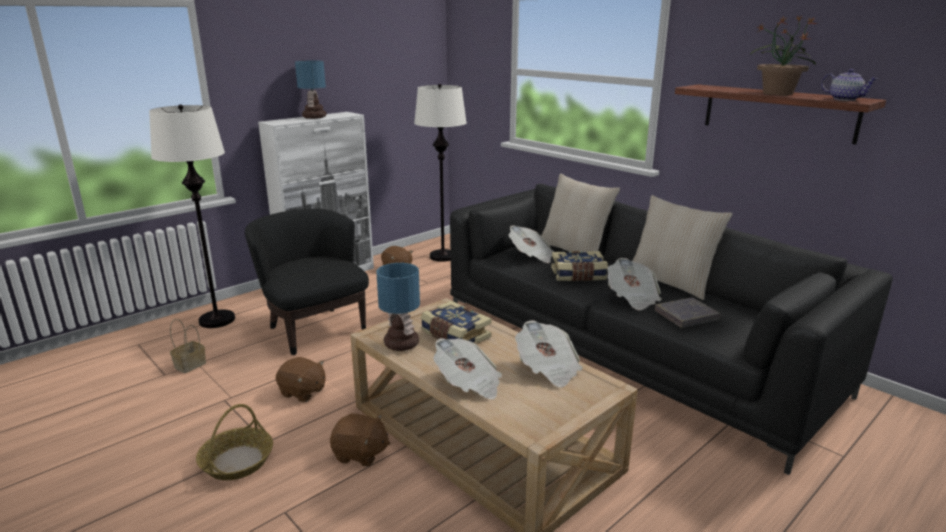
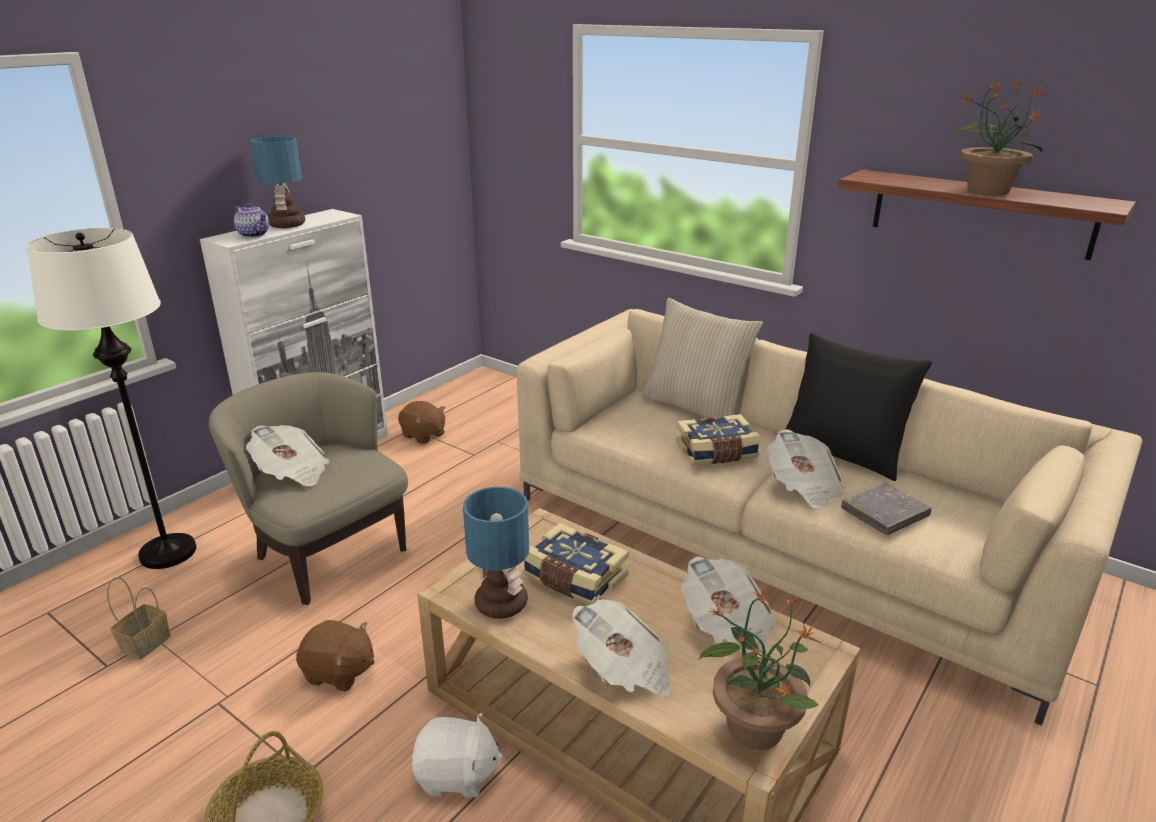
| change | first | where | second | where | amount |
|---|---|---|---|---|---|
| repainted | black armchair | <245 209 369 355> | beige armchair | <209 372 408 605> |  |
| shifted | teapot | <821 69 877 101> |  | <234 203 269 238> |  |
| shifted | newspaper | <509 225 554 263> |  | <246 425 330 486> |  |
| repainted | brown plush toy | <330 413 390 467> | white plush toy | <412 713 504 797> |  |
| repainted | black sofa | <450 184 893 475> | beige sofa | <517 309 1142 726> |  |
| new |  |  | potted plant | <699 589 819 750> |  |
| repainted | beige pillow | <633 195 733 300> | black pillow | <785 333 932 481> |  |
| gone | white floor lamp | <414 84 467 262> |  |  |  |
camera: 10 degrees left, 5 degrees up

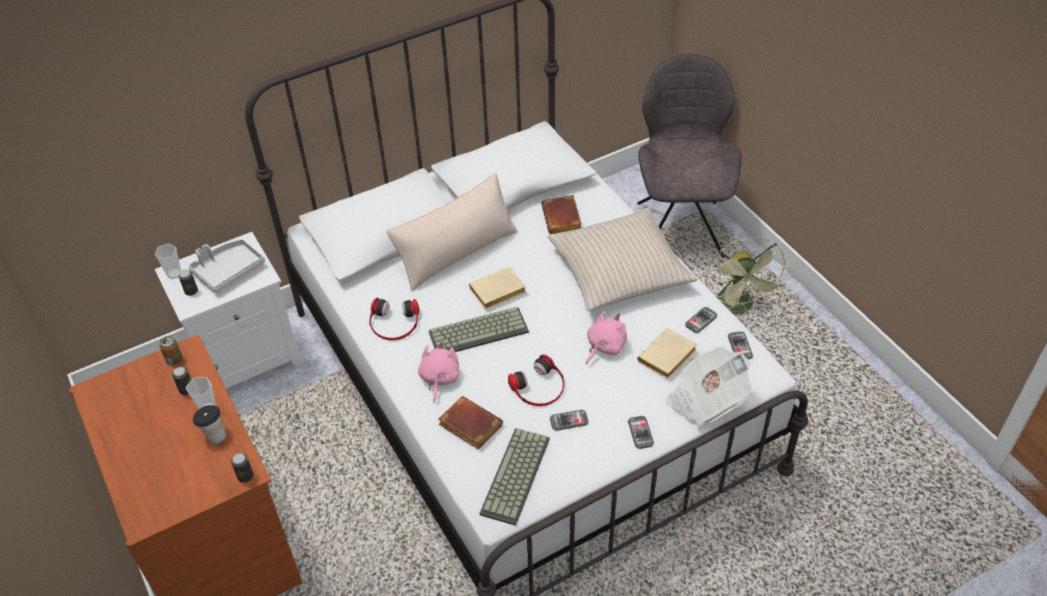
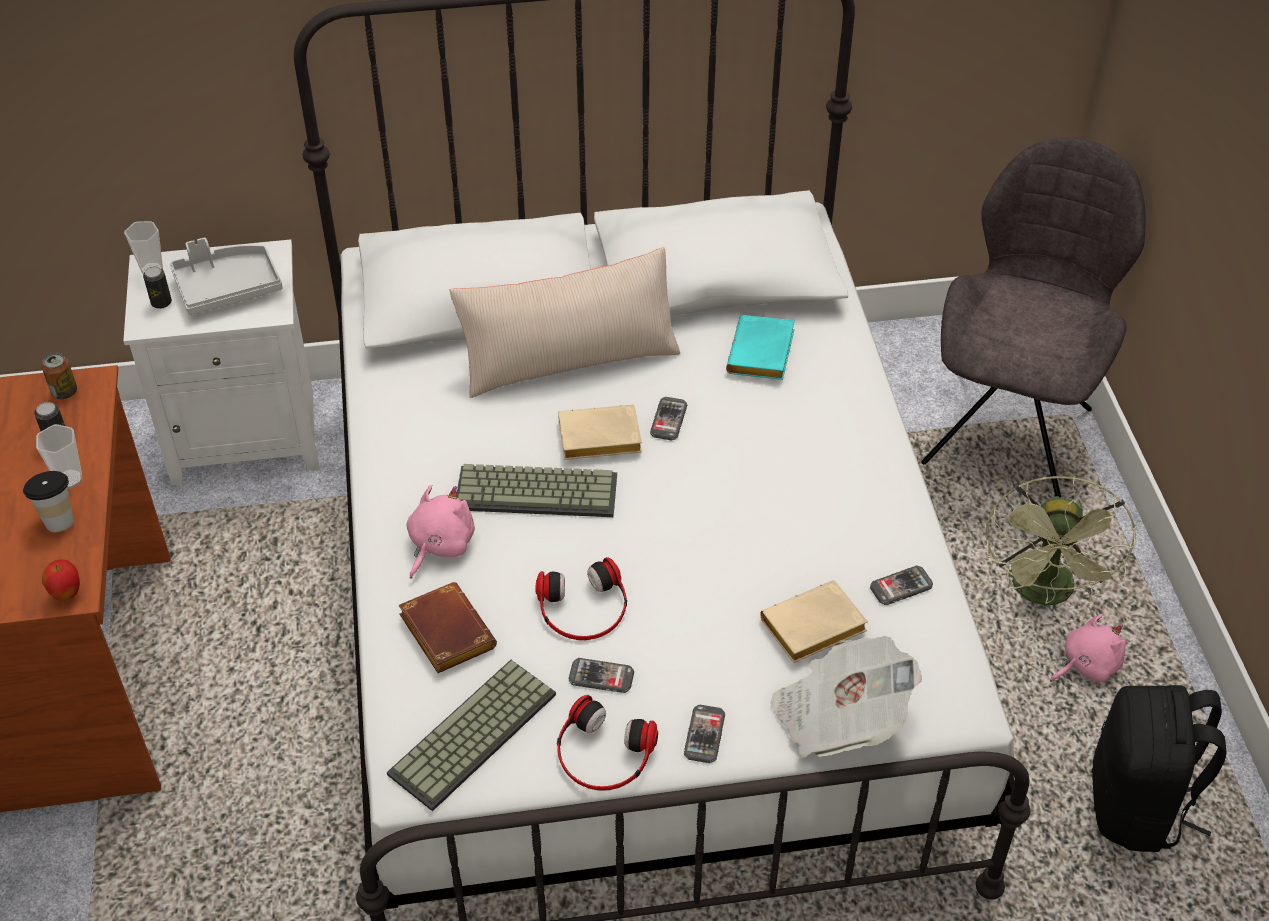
| change | first | where | second | where | amount |
|---|---|---|---|---|---|
| swapped | can | <231 453 254 483> | apple | <42 559 80 601> |  |
| shifted | headphones | <369 298 420 340> |  | <557 695 658 791> |  |
| shifted | phone | <728 331 753 359> |  | <650 397 687 440> |  |
| repainted | brown book | <541 195 582 235> | turquoise book | <726 315 795 380> |  |
| shifted | pink plush toy | <586 311 627 364> |  | <1050 614 1126 682> |  |
| new |  |  | black backpack | <1092 685 1227 852> |  |
| gone | beige pillow | <548 208 697 311> |  |  |  |
camera: 20 degrees right, 0 degrees up

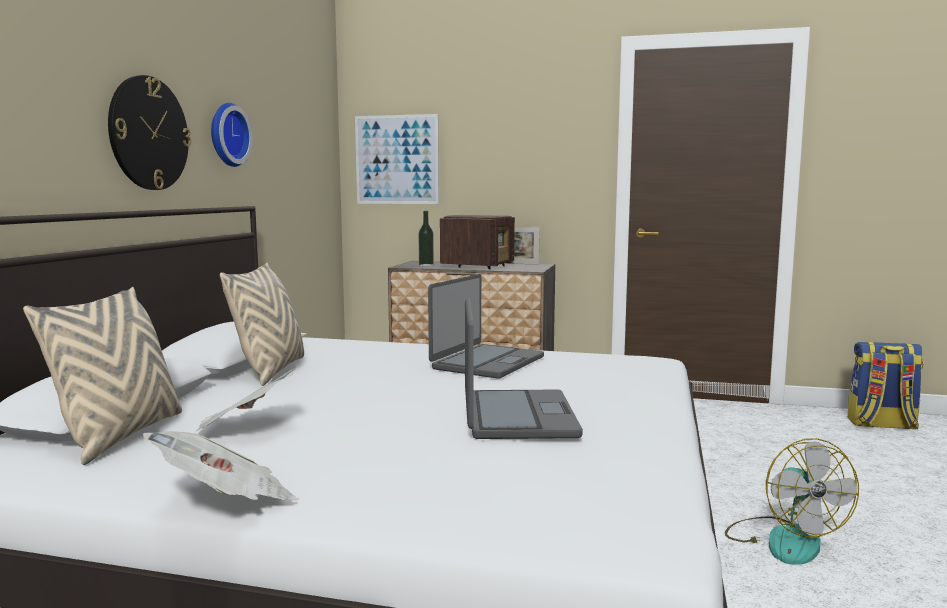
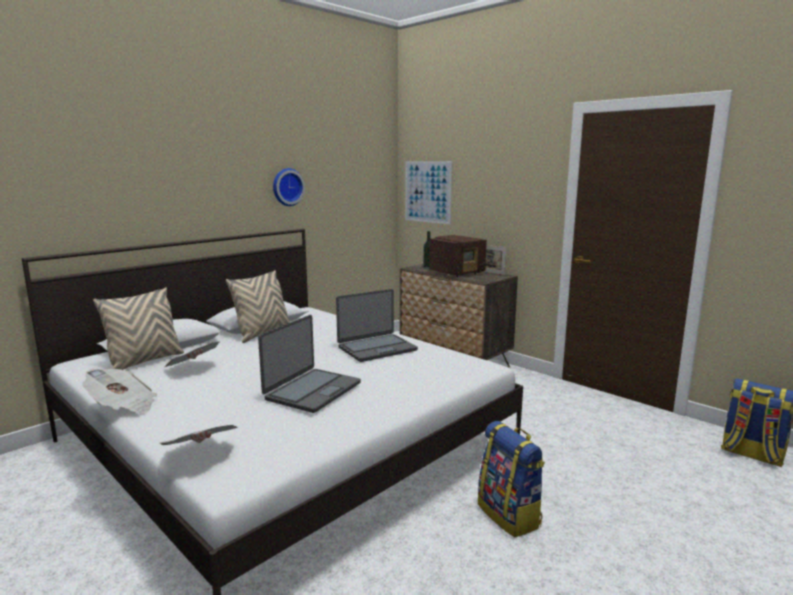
| change | first | where | second | where | amount |
|---|---|---|---|---|---|
| new |  |  | newspaper | <160 425 238 445> |  |
| swapped | fan | <725 438 859 565> | backpack | <478 421 545 537> |  |
| gone | wall clock | <108 75 191 190> |  |  |  |
camera: 30 degrees right, 5 degrees up

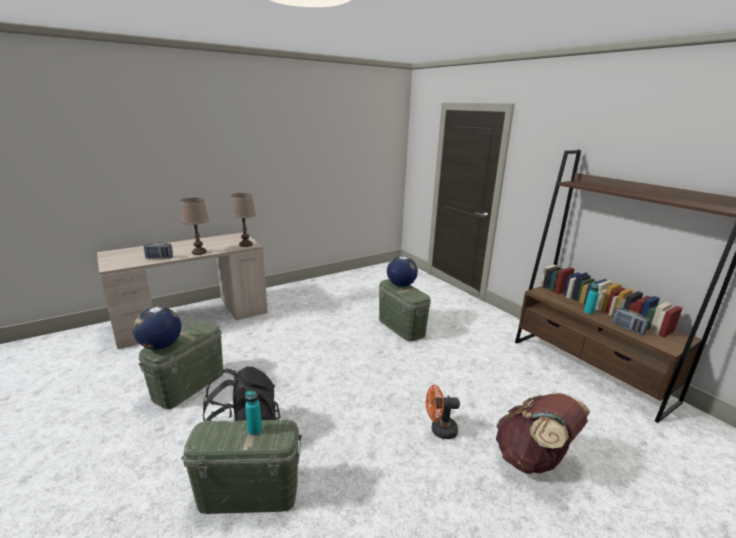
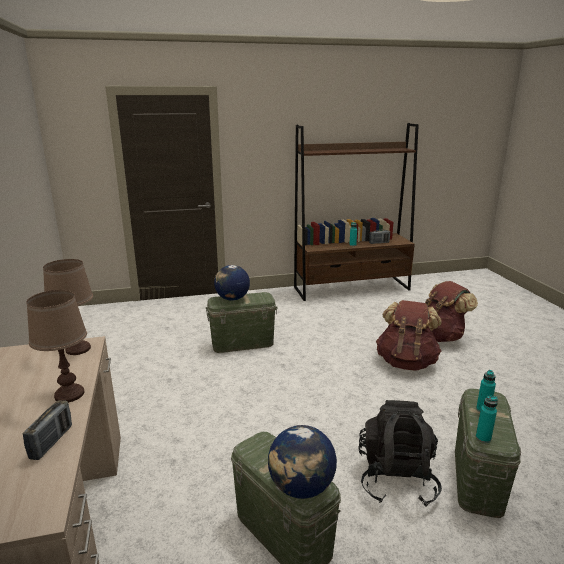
| change | first | where | second | where | amount |
|---|---|---|---|---|---|
| swapped | orange fan | <426 385 460 439> | brown backpack | <376 300 442 371> |  |
| new |  |  | turquoise bottle | <476 396 498 443> |  |
camera: 70 degrees left, 0 degrees up

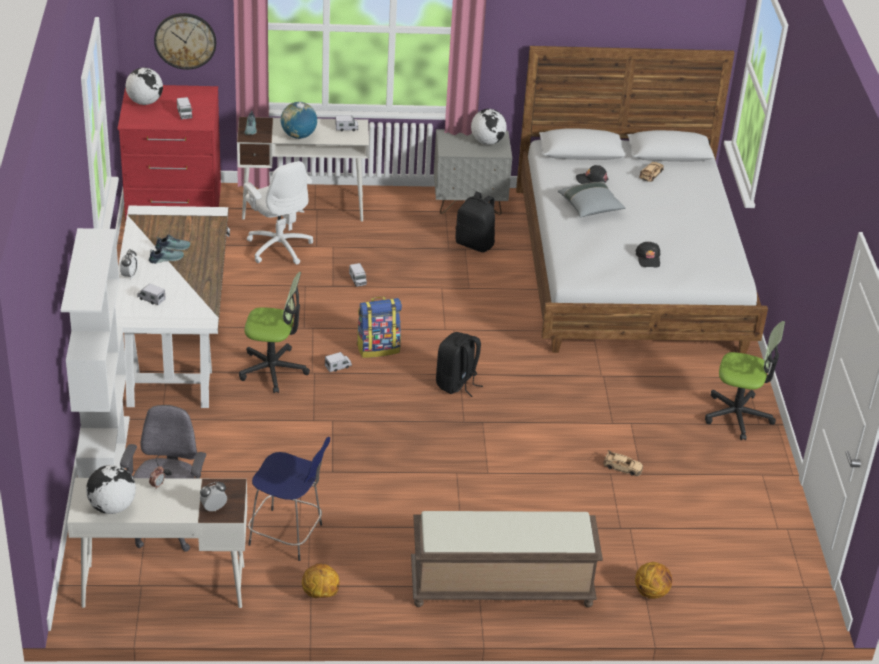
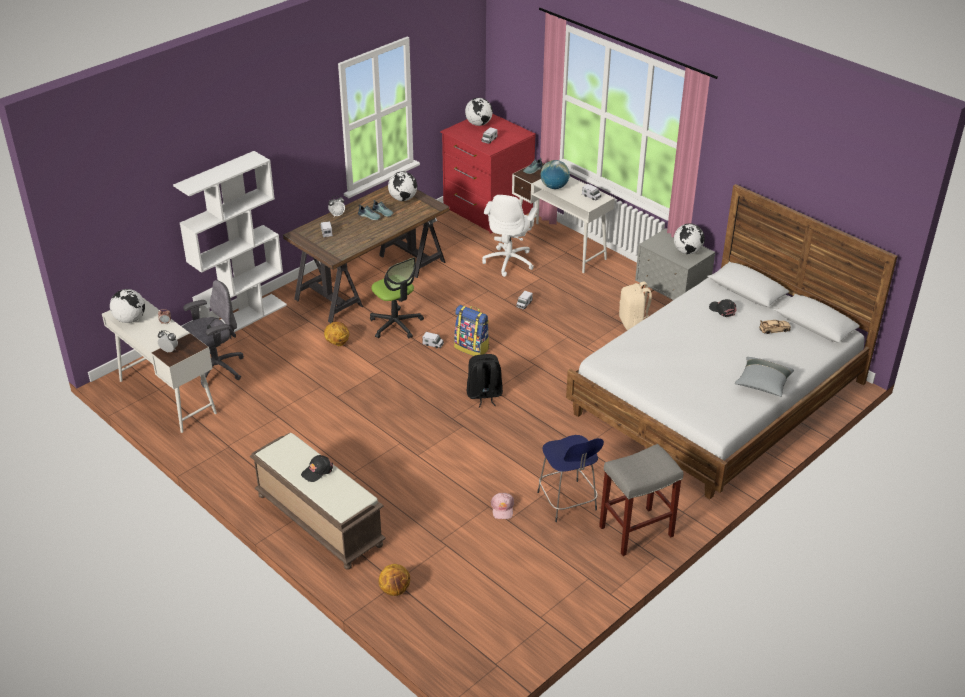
| change | first | where | second | where | amount |
|---|---|---|---|---|---|
| repainted | white desk | <115 206 230 408> | brown desk | <283 185 450 323> |  |
| shifted | black cap | <635 242 660 267> |  | <301 455 333 482> |  |
| shifted | basketball | <302 563 340 598> |  | <324 322 349 346> |  |
| new |  |  | globe | <388 171 417 201> |  |
| swapped | beige toy car | <603 450 643 476> | pink cap | <491 493 514 519> |  |
| shifted | blue stool | <248 437 330 561> |  | <537 435 604 522> |  |
| swapped | office chair | <705 321 785 440> | grey stool | <599 444 683 556> |  |
| repainted | black backpack | <455 192 495 252> | beige backpack | <619 282 652 330> |  |
| shifted | grey pillow | <558 181 625 218> |  | <735 357 794 397> |  |
| gone | wall clock | <154 13 216 70> |  |  |  |
camera: 50 degrees right, 0 degrees up

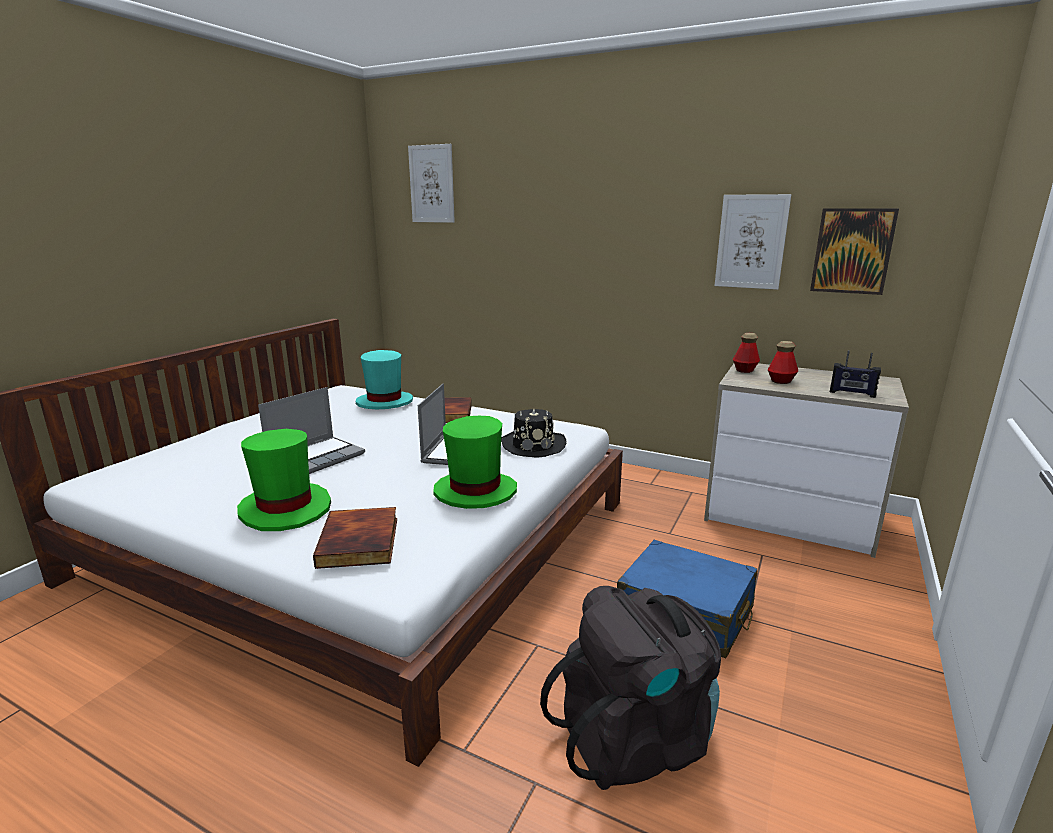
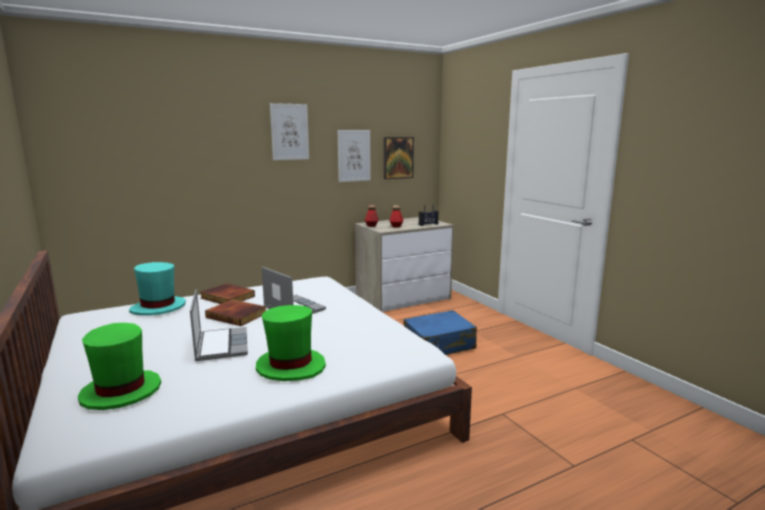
| change | first | where | second | where | amount |
|---|---|---|---|---|---|
| shifted | green hat | <433 416 517 509> |  | <78 323 161 410> |  |
| shifted | book | <313 507 397 569> |  | <205 299 266 326> |  |
| shifted | picture | <408 144 455 223> |  | <270 103 309 160> |  |
| gone | black hat | <501 409 566 458> |  |  |  |
| gone | black backpack | <540 586 721 790> |  |  |  |
camera: 55 degrees left, 5 degrees down

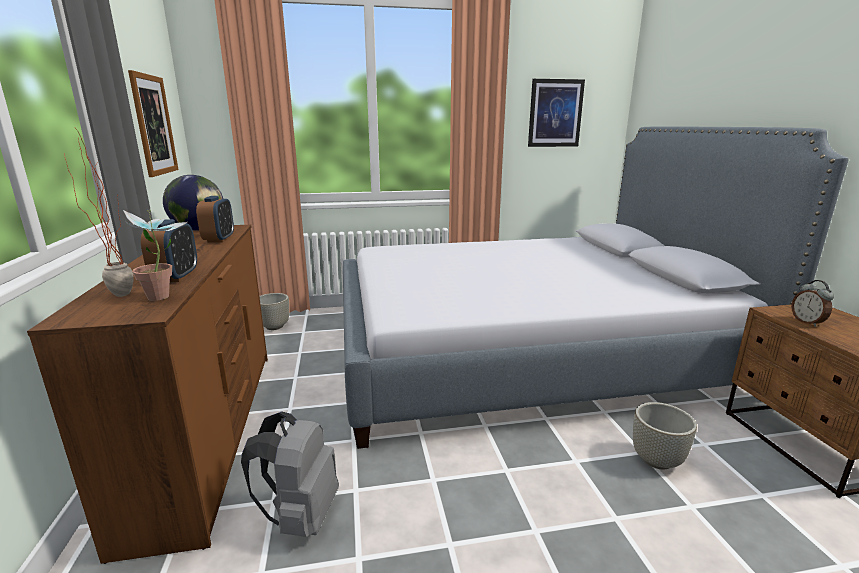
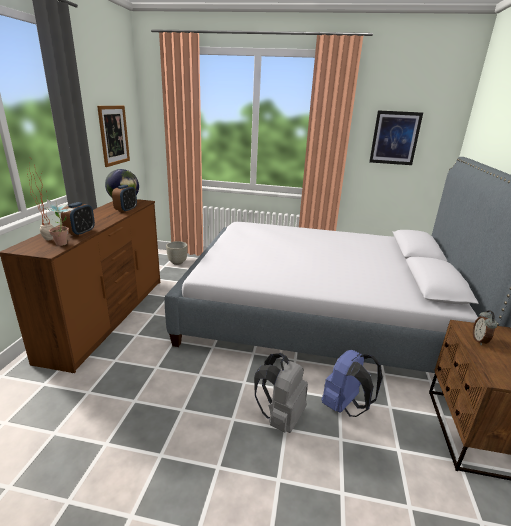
| change | first | where | second | where | amount |
|---|---|---|---|---|---|
| shifted | grey backpack | <241 411 339 537> |  | <254 353 308 433> |  |
| swapped | grey planter | <633 402 697 469> | blue backpack | <321 350 383 417> |  |
camera: 20 degrees right, 5 degrees up

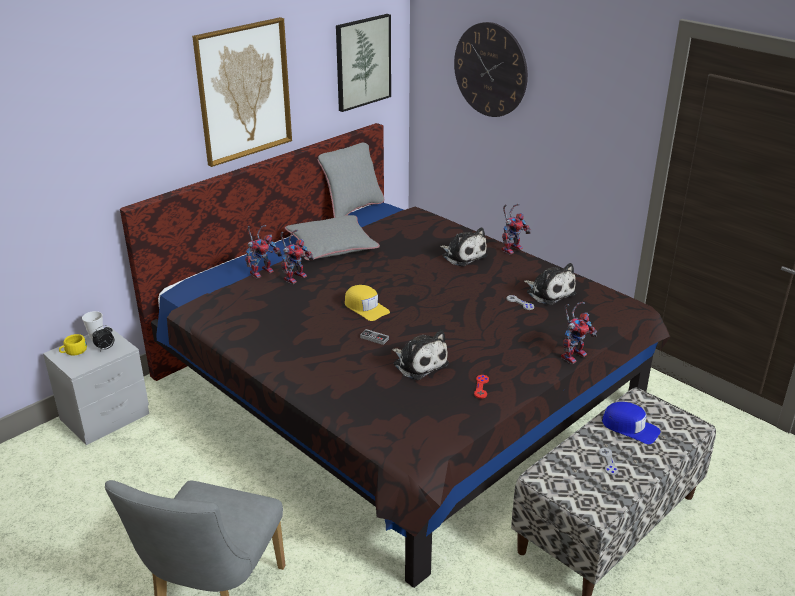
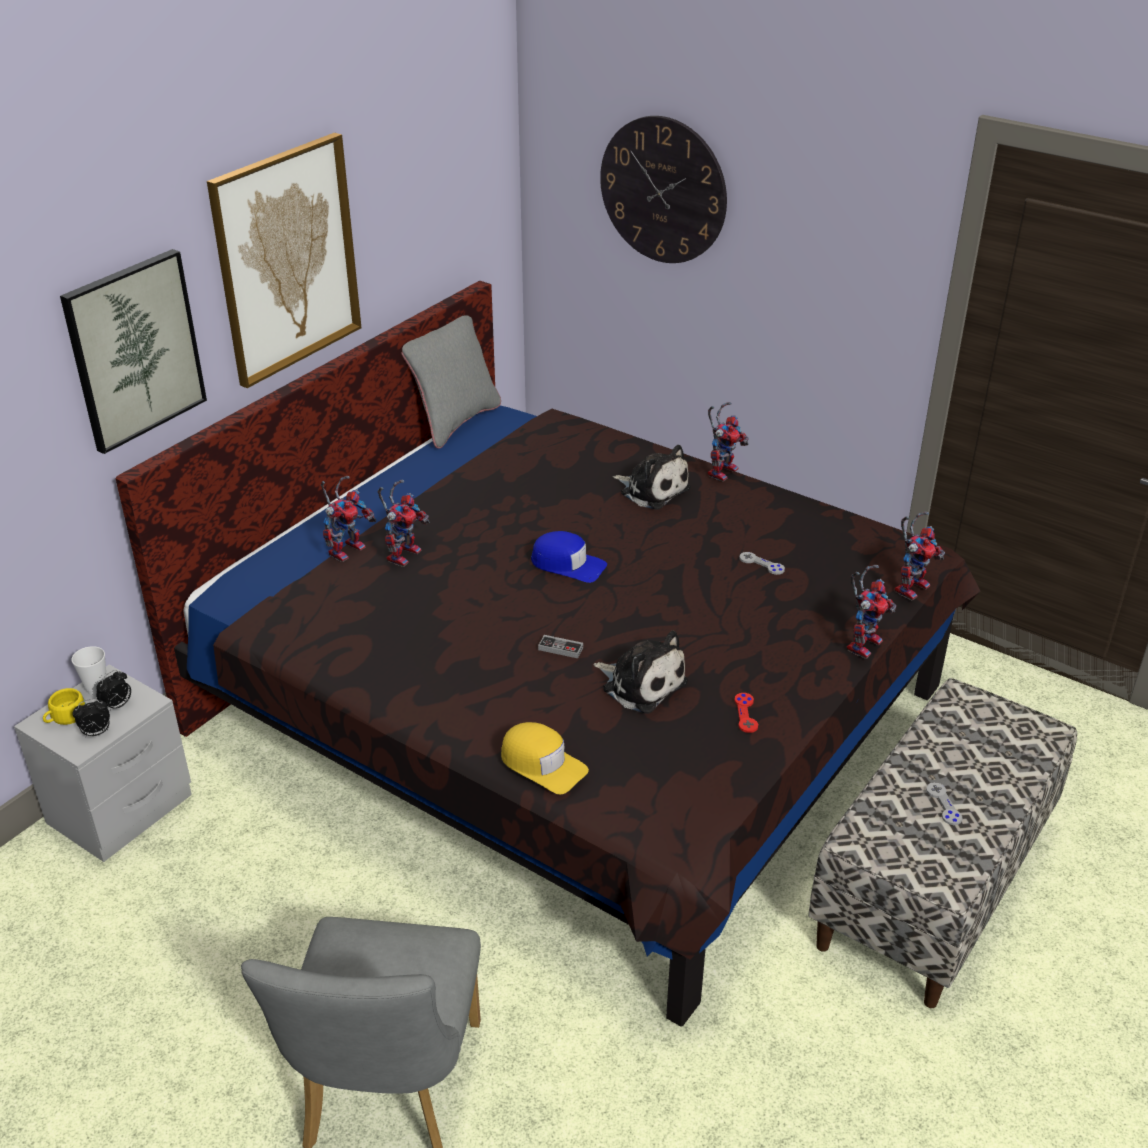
| change | first | where | second | where | amount |
|---|---|---|---|---|---|
| shifted | picture | <336 14 391 112> |  | <60 249 207 454> |  |
| new |  |  | alarm clock | <72 699 110 738> |  |
| shifted | yellow cap | <345 285 390 321> |  | <501 722 589 794> |  |
| shifted | blue cap | <602 402 661 444> |  | <531 531 607 583> |  |
| new |  |  | toy robot | <895 512 945 601> |  |
| gone | grey pillow | <285 215 380 260> |  |  |  |
| gone | plush toy | <524 263 576 305> |  |  |  |
camera: 10 degrees left, 5 degrees up

